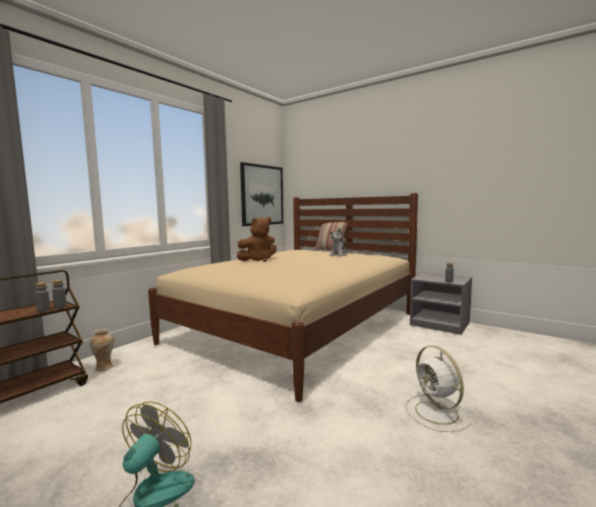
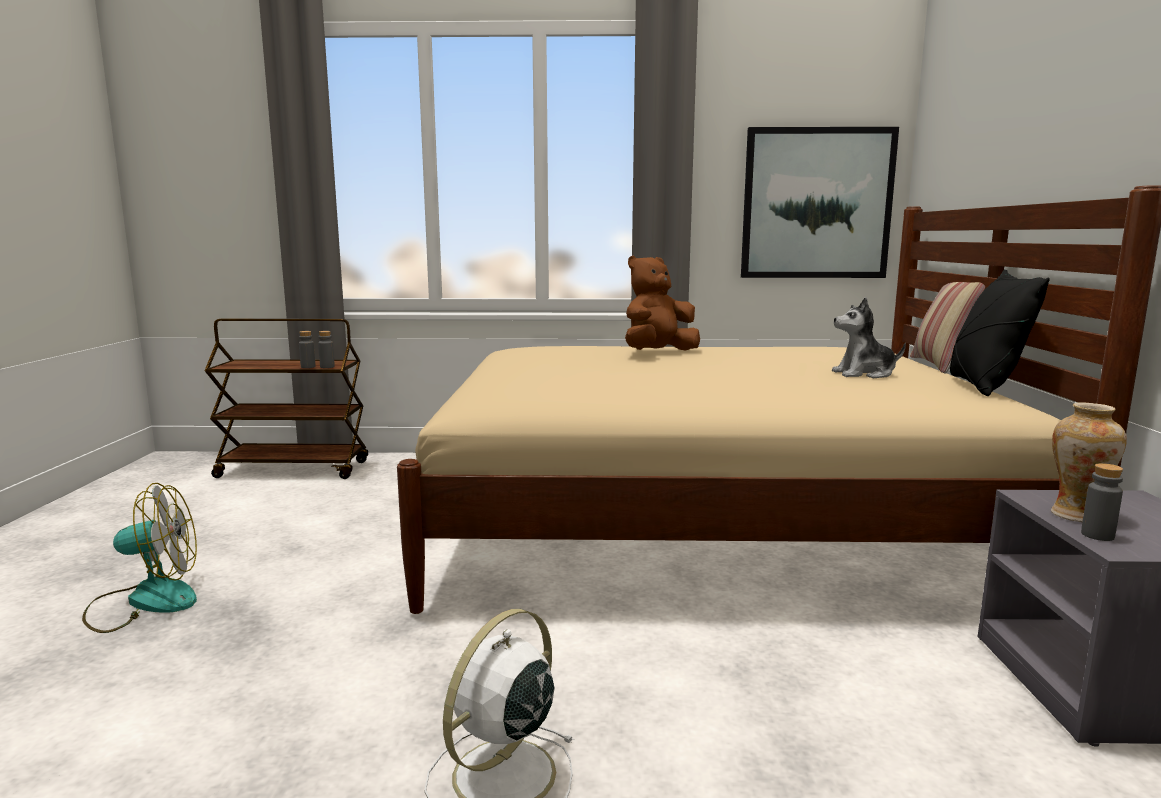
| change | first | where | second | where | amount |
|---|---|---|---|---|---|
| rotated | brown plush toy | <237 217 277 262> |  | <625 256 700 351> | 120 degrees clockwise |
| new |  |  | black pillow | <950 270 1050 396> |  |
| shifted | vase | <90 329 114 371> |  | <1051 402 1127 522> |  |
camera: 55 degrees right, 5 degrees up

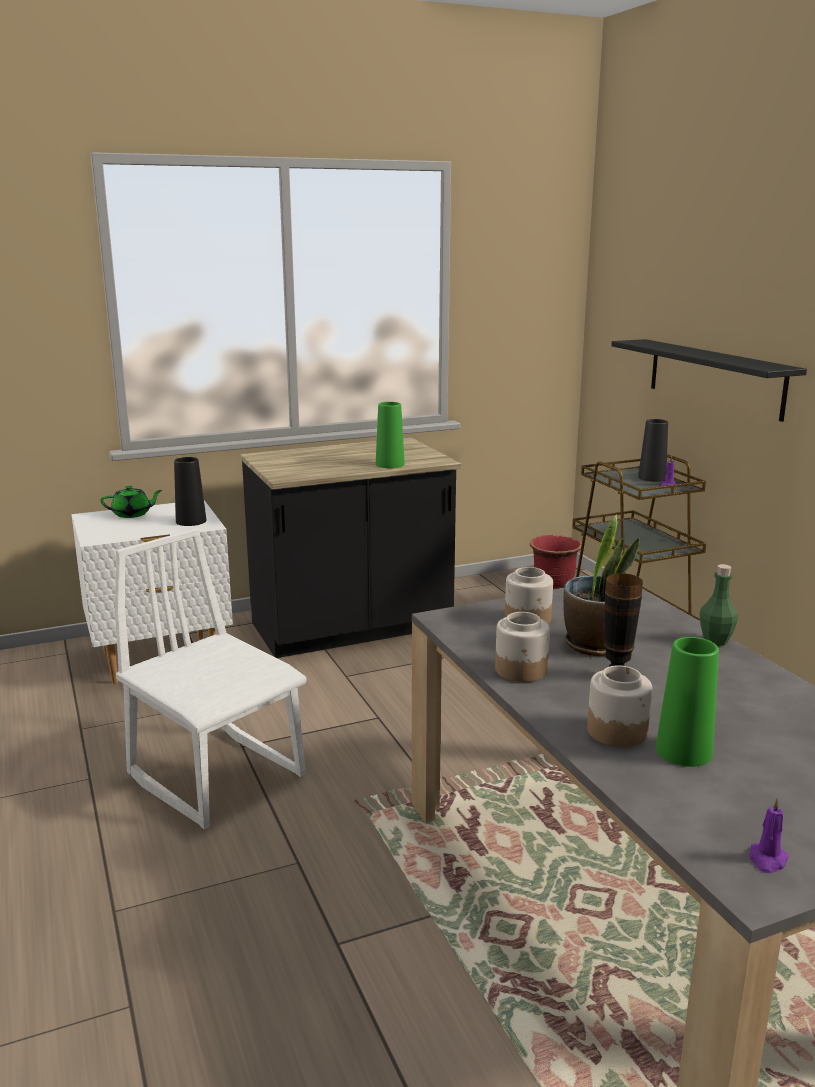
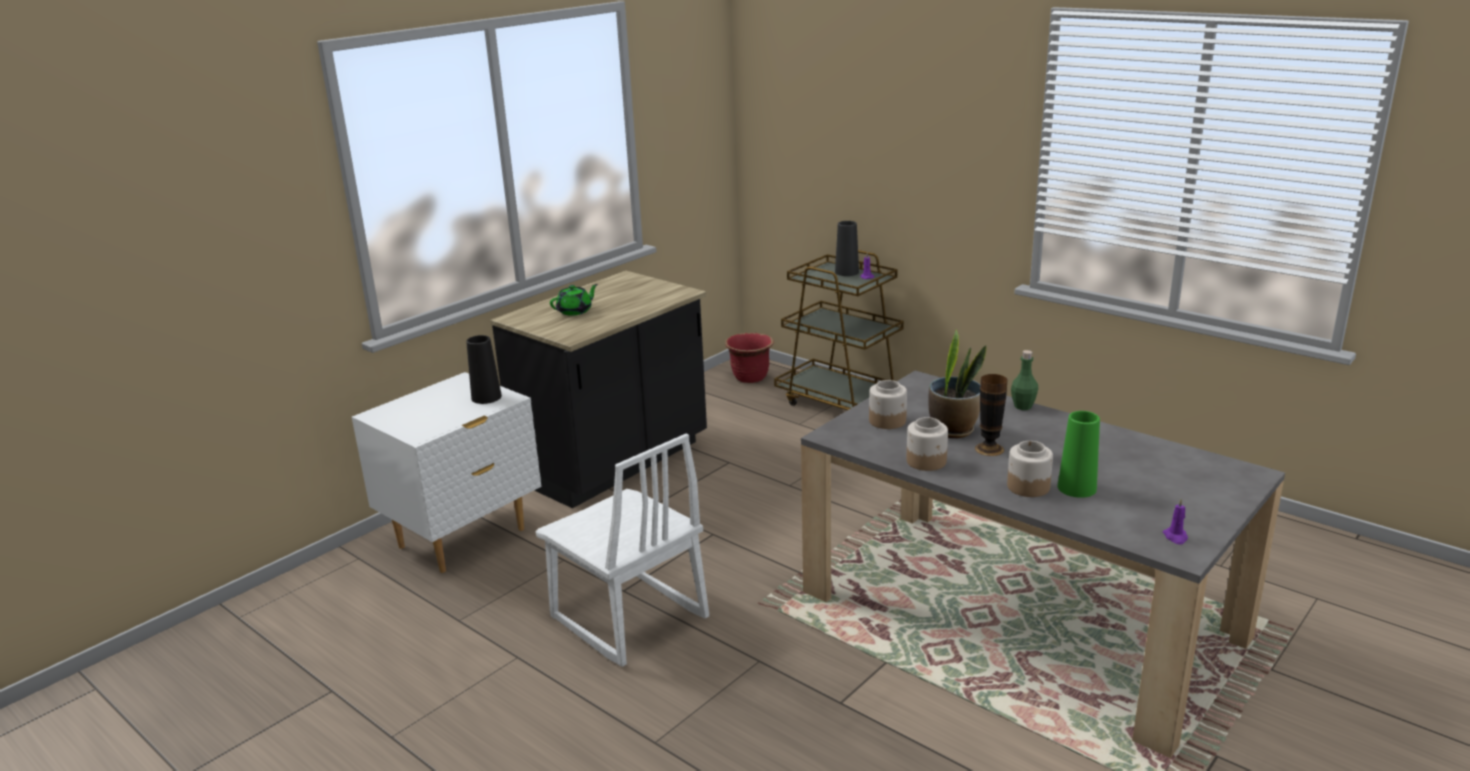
| change | first | where | second | where | amount |
|---|---|---|---|---|---|
| rotated | white chair | <115 528 307 830> |  | <536 433 709 667> | 150 degrees counterclockwise |
| shifted | green teapot | <100 486 162 518> |  | <550 284 598 316> |  |
| gone | green vase | <376 402 405 468> |  |  |  |
| gone | black shelf | <611 339 807 422> |  |  |  |
camera: 25 degrees left, 5 degrees up

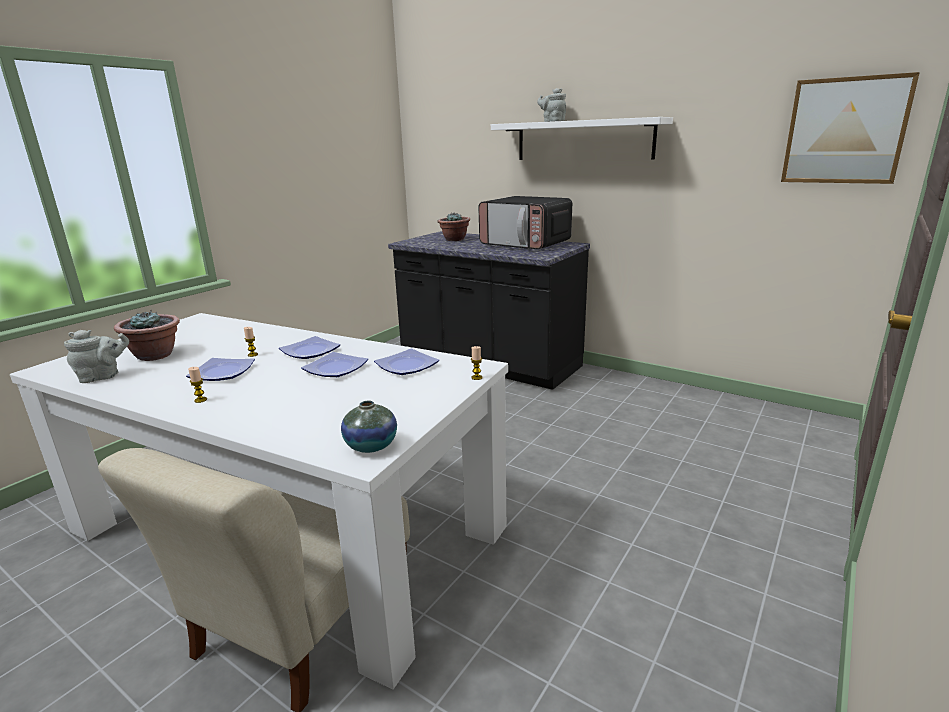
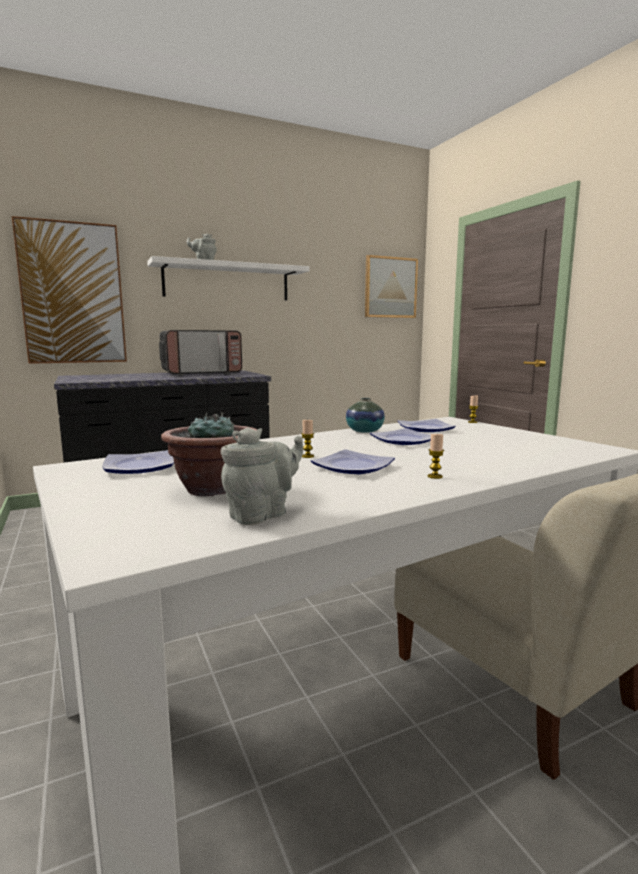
| change | first | where | second | where | amount |
|---|---|---|---|---|---|
| new |  |  | picture | <12 216 127 364> |  |
| shifted | plate | <279 336 340 359> |  | <102 450 174 474> |  |
| rotated | grey teapot | <64 330 129 383> |  | <221 427 303 525> | 45 degrees clockwise |
| shifted | vase | <341 401 397 453> |  | <346 398 385 433> |  |
| gone | potted plant | <437 213 470 241> |  |  |  |
camera: 60 degrees left, 10 degrees down

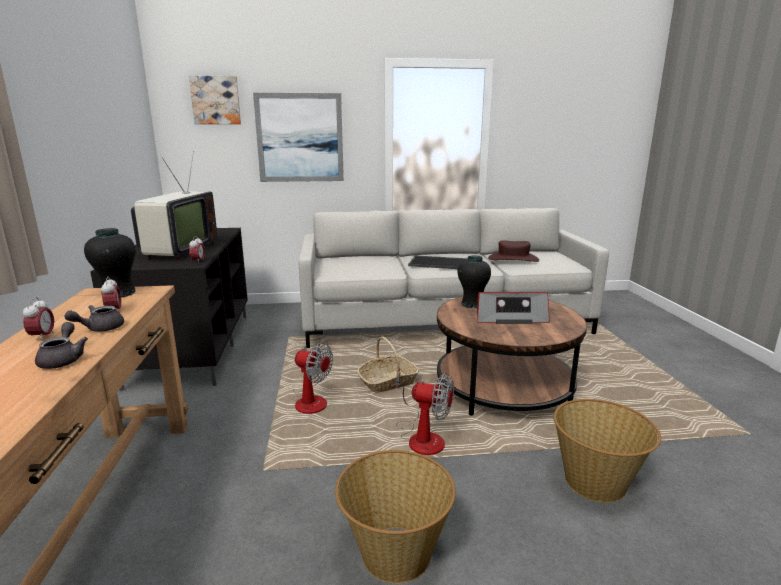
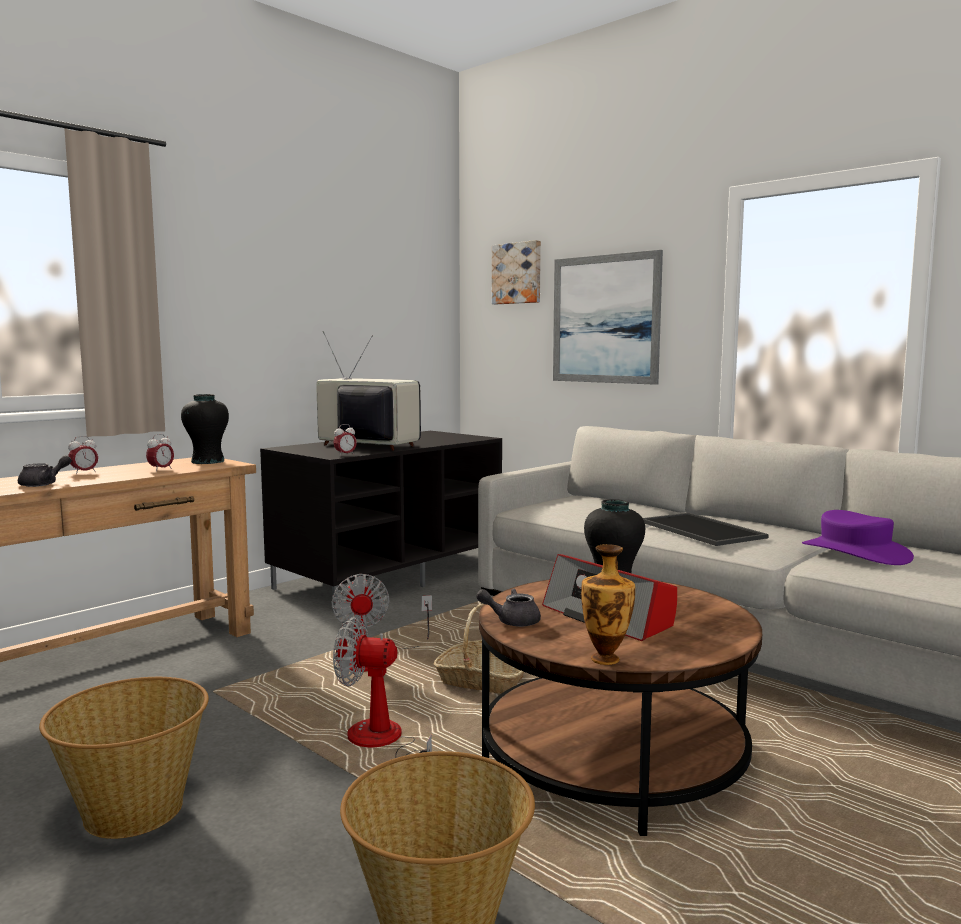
| change | first | where | second | where | amount |
|---|---|---|---|---|---|
| rotated | television | <131 151 217 260> |  | <317 331 421 450> | 120 degrees counterclockwise |
| rotated | fan | <396 373 454 455> |  | <333 617 432 757> | 120 degrees clockwise |
| shifted | grey teapot | <64 305 124 332> |  | <476 588 541 627> |  |
| new |  |  | vase | <581 544 635 665> |  |
| repainted | brown hat | <488 240 539 262> | purple hat | <802 510 914 565> |  |
camera: 50 degrees right, 10 degrees down

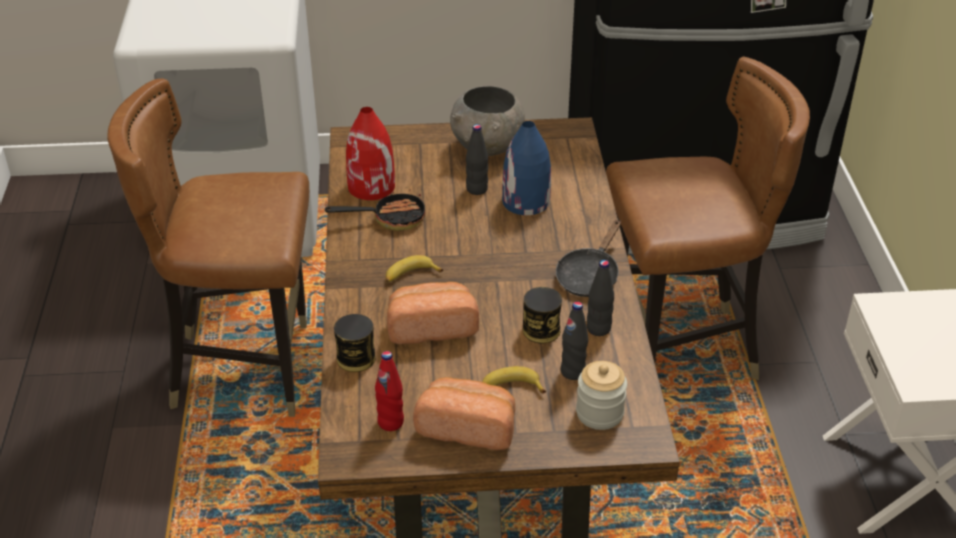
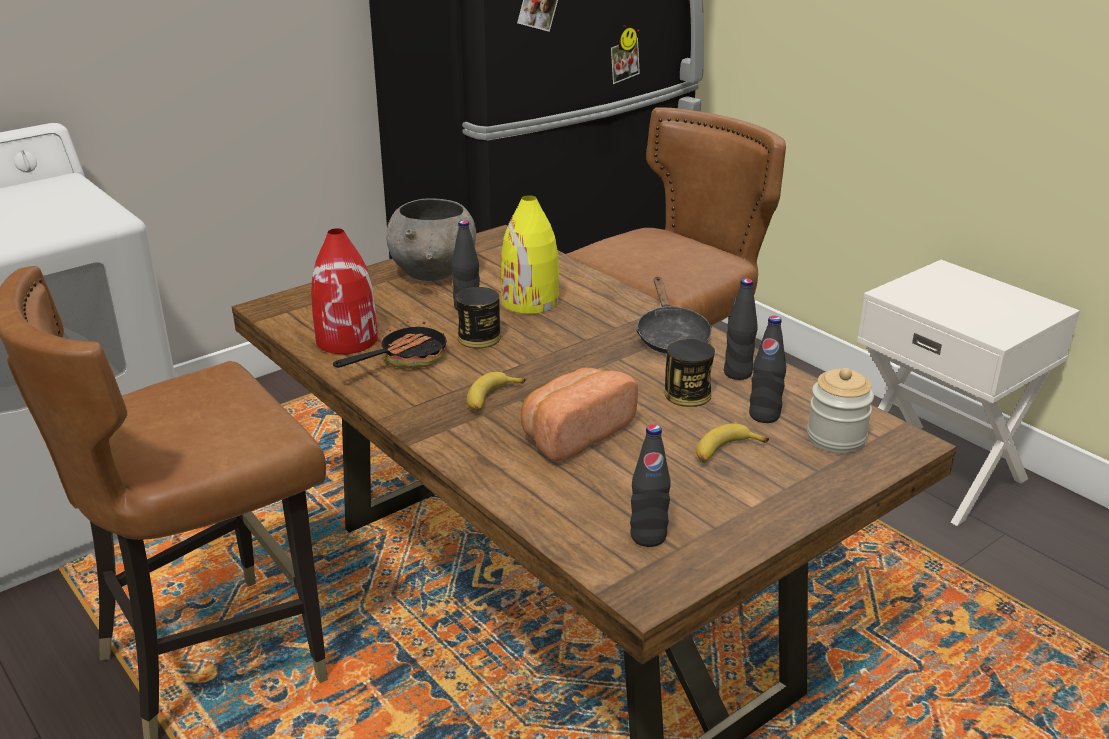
| change | first | where | second | where | amount |
|---|---|---|---|---|---|
| shifted | can | <334 314 376 372> |  | <456 287 500 348> |  |
| repainted | blue vase | <502 121 551 215> | yellow vase | <501 195 559 314> |  |
| repainted | red bottle | <375 351 404 431> | black bottle | <630 424 671 547> |  |
| gone | bread | <413 377 515 450> |  |  |  |
camera: 35 degrees left, 10 degrees down

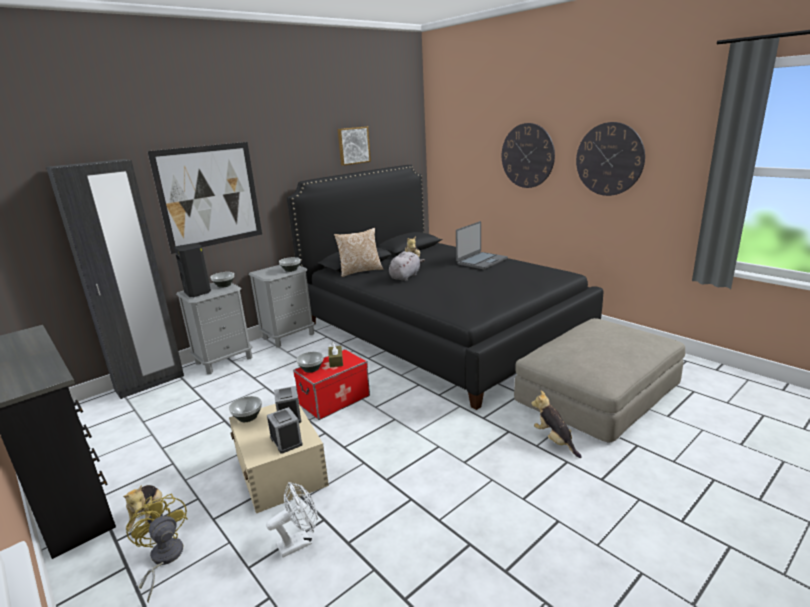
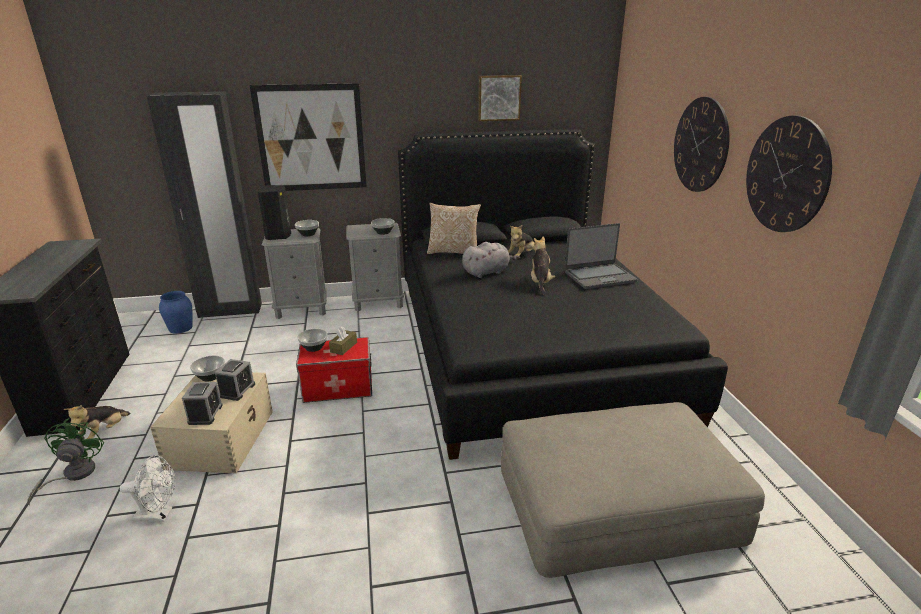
| change | first | where | second | where | amount |
|---|---|---|---|---|---|
| repainted | yellow fan | <126 493 188 603> | green fan | <27 418 105 505> |  |
| new |  |  | blue vase | <159 291 193 334> |  |
| shifted | plush toy | <531 390 582 458> |  | <531 237 555 295> |  |
camera: 30 degrees right, 5 degrees up

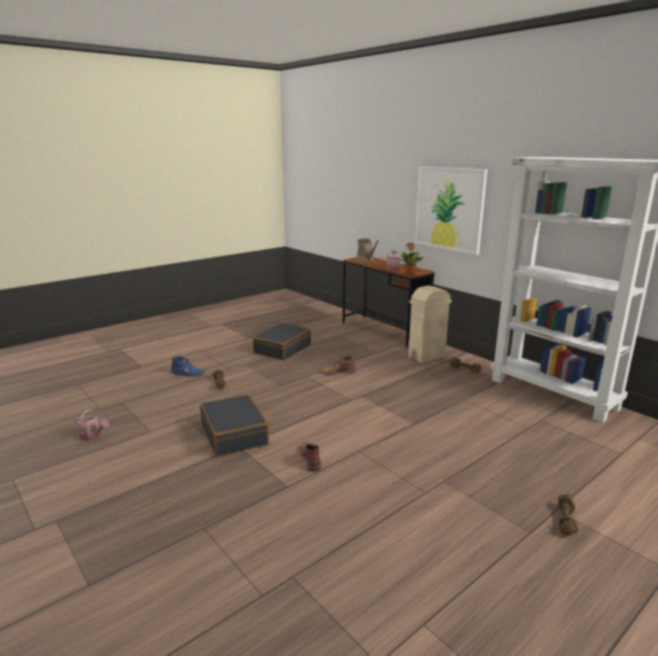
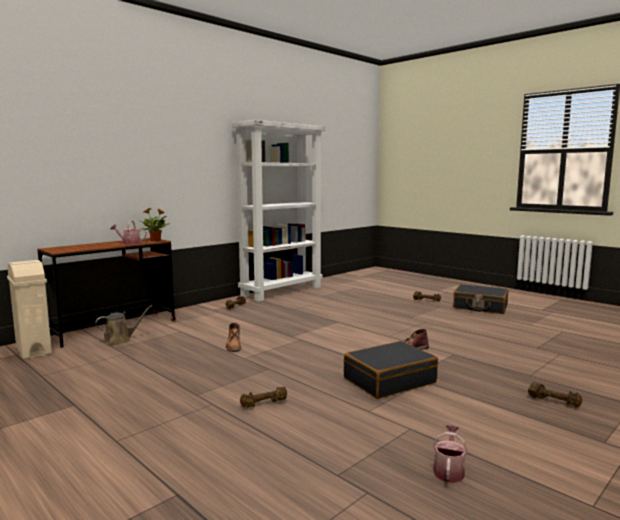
| change | first | where | second | where | amount |
|---|---|---|---|---|---|
| shifted | beige trash can | <408 285 452 363> |  | <7 260 52 360> |  |
| shifted | brown watering can | <356 238 379 262> |  | <95 305 152 345> |  |
| shifted | black suitcase | <253 323 311 360> |  | <453 284 508 314> |  |
| new |  |  | brown dumbbell | <528 382 583 408> |  |
| gone | blue boot | <171 356 205 377> |  |  |  |
| gone | picture | <414 166 488 255> |  |  |  |
camera: 95 degrees left, 10 degrees down

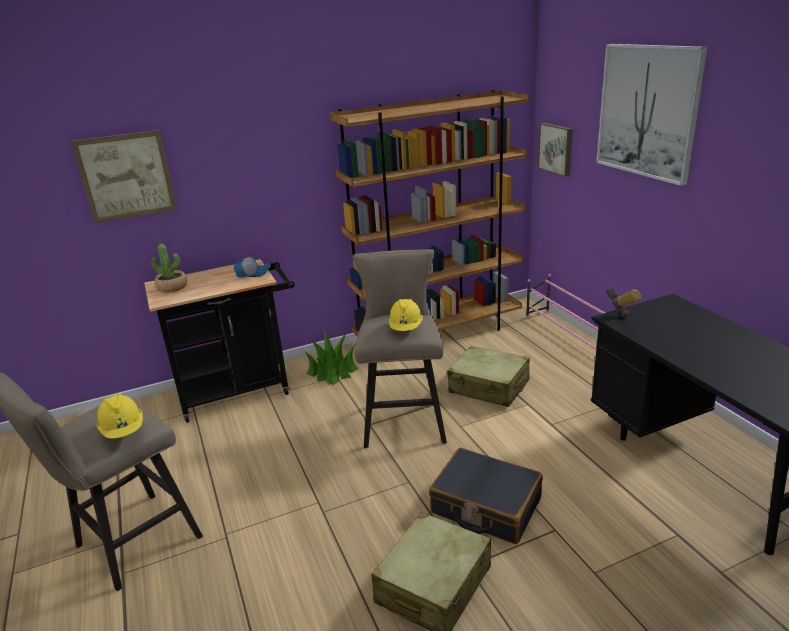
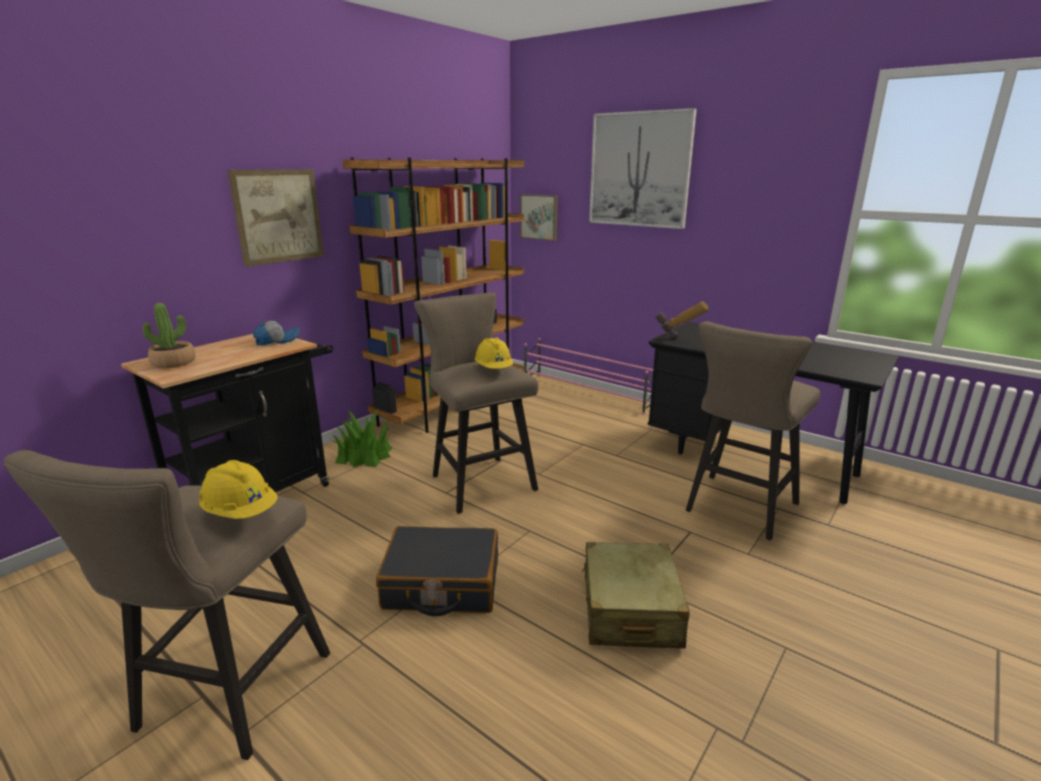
| change | first | where | second | where | amount |
|---|---|---|---|---|---|
| shifted | picture | <71 130 178 223> |  | <228 169 324 267> |  |
| shifted | black suitcase | <429 448 543 544> |  | <376 526 498 616> |  |
| new |  |  | beige stool | <686 321 820 540> |  |
| gone | beige suitcase | <447 346 530 407> |  |  |  |
camera: 30 degrees left, 5 degrees down

